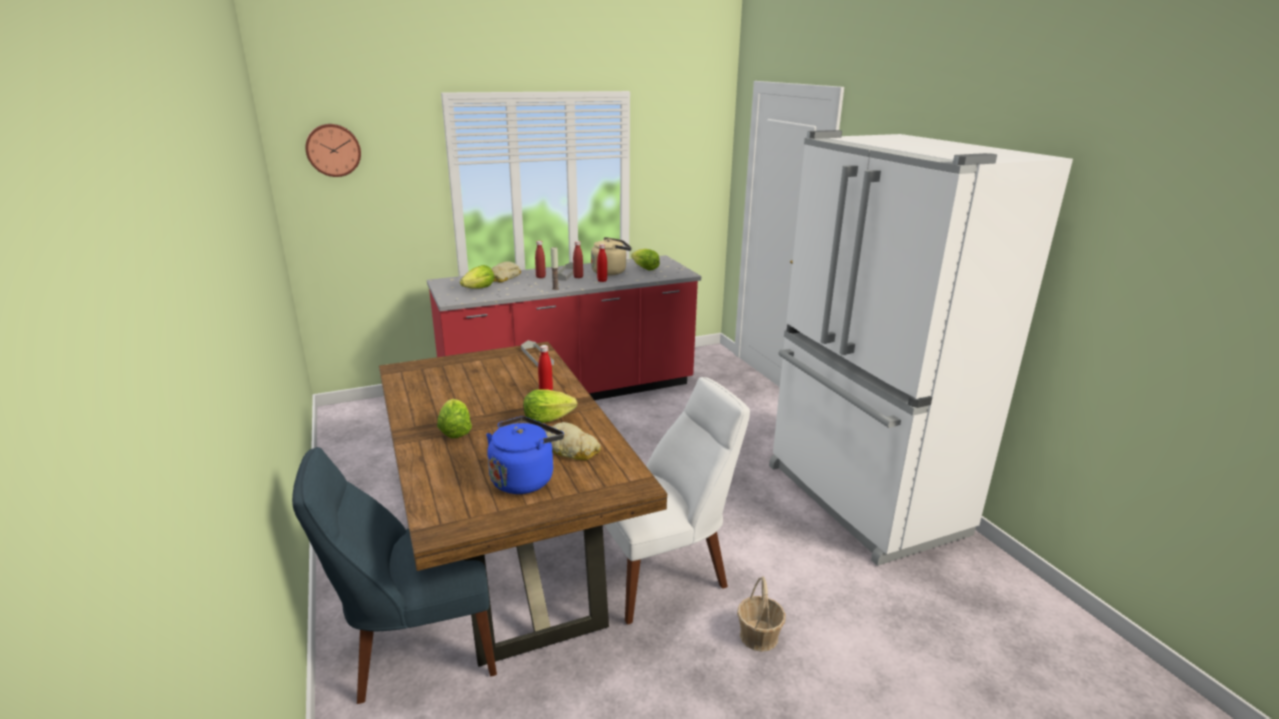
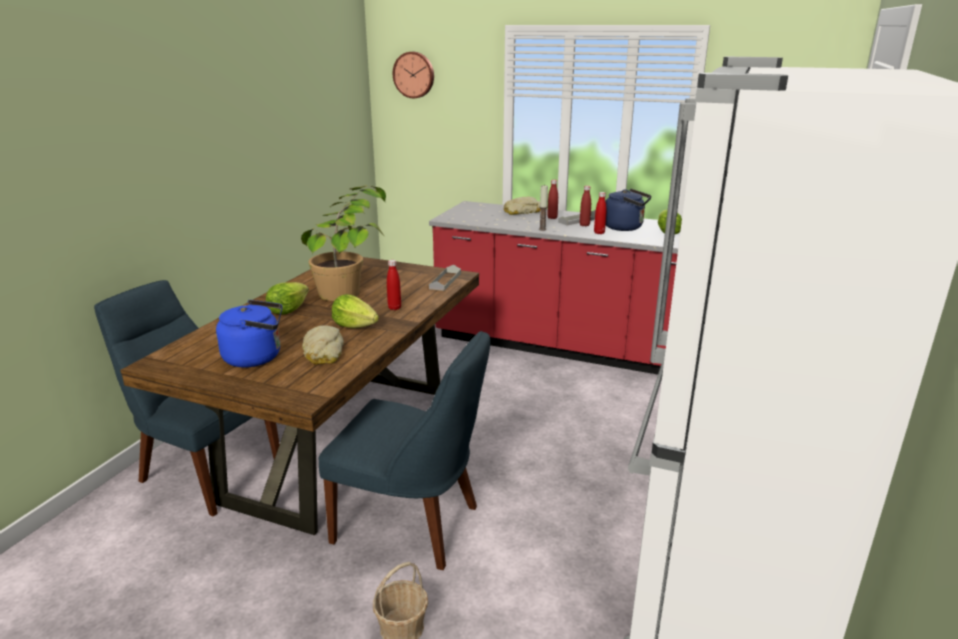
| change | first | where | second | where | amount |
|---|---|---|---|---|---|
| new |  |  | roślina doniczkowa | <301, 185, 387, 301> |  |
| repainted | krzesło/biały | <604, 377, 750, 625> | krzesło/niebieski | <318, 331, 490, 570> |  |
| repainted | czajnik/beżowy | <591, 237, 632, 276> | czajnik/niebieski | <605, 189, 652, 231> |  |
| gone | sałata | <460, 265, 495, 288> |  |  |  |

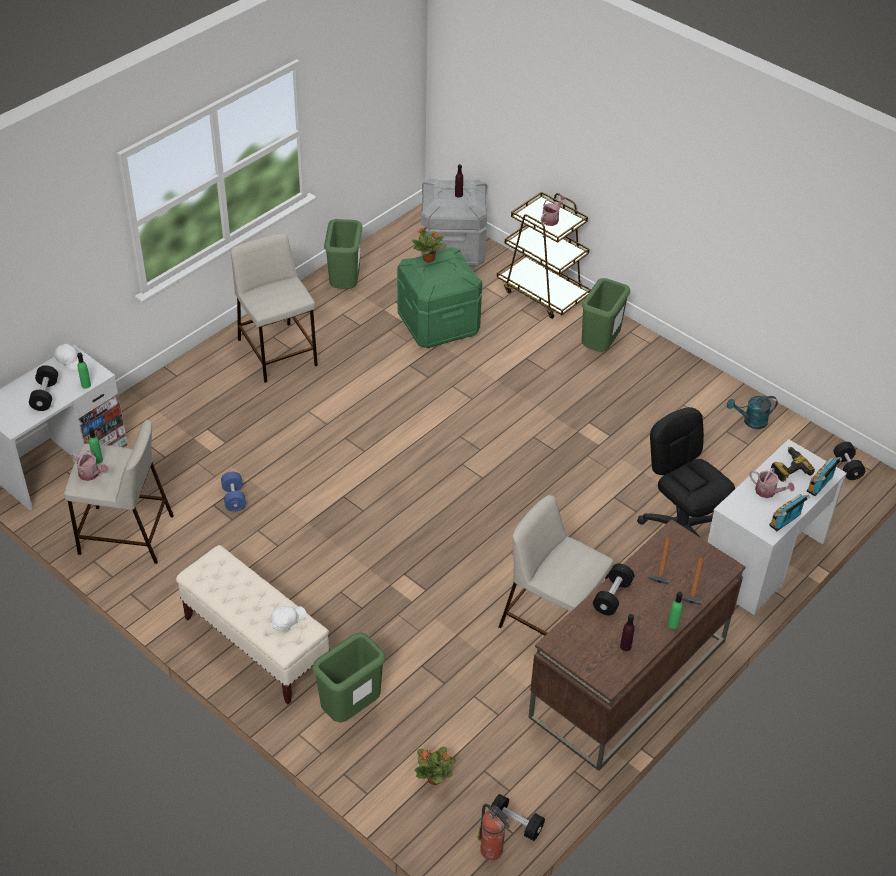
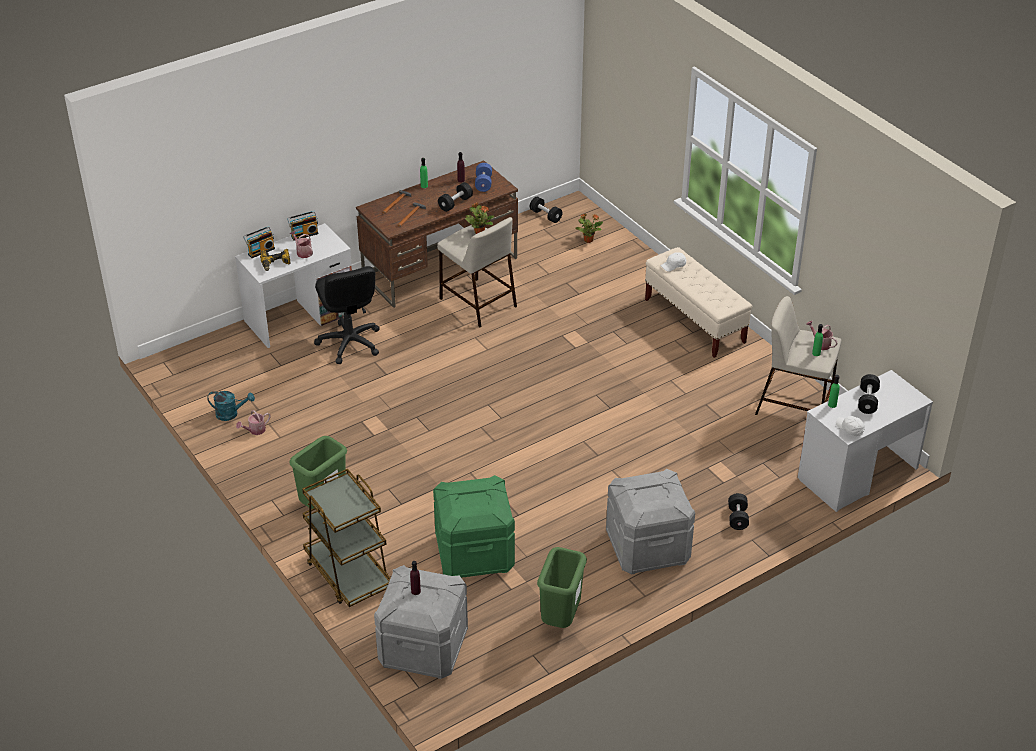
| change | first | where | second | where | amount |
|---|---|---|---|---|---|
| shifted | konewka | <541, 195, 566, 226> |  | <236, 410, 270, 435> |  |
| shifted | roślina doniczkowa | <412, 227, 446, 263> |  | <465, 202, 494, 234> |  |
| shifted | hantel/niebieski | <221, 472, 246, 512> |  | <475, 163, 492, 192> |  |
| swapped | stołek/beżowy | <231, 233, 318, 383> | pojemnik do przechowywania/szary | <606, 469, 695, 574> |  |
| shifted | hantel/czarny | <833, 442, 866, 480> |  | <728, 493, 749, 530> |  |
| gone | kosz na śmieci/zielony | <312, 633, 386, 723> |  |  |  |
| gone | gaśnica | <477, 804, 510, 860> |  |  |  |

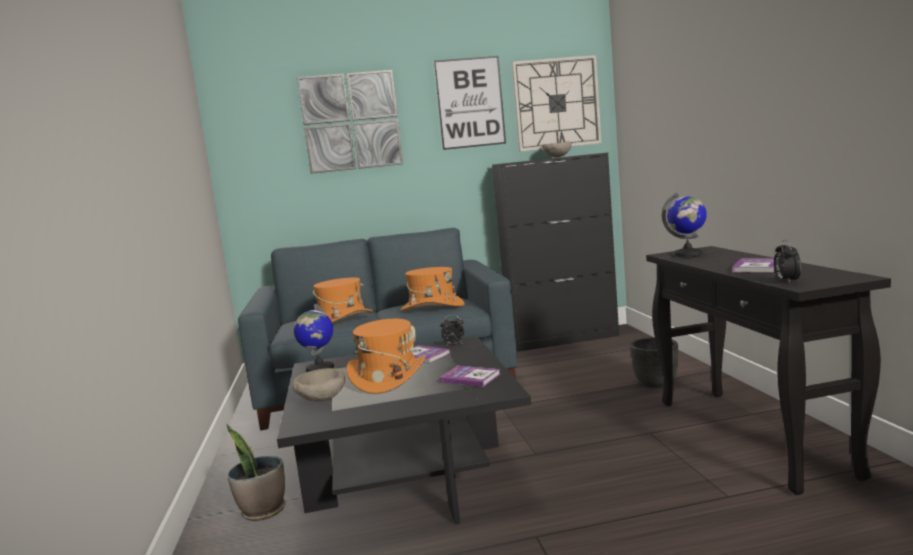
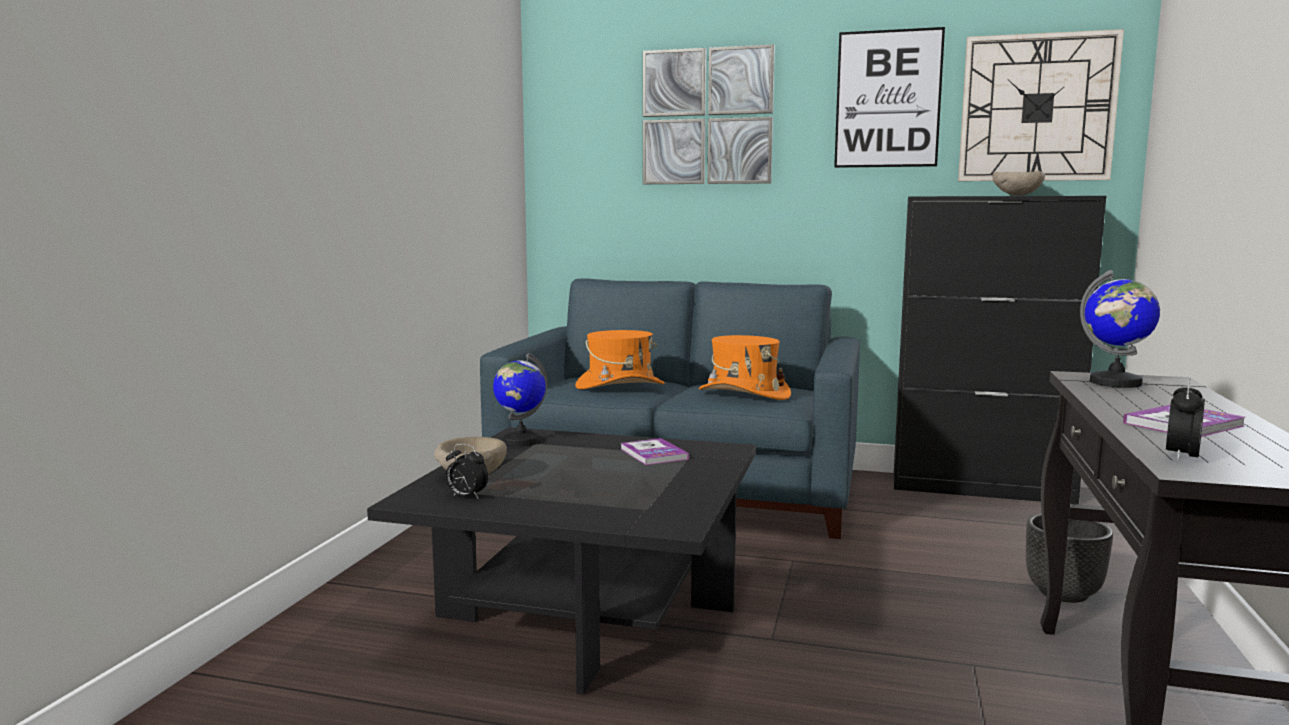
| change | first | where | second | where | amount |
|---|---|---|---|---|---|
| shifted | budzik | <440, 315, 464, 345> |  | <446, 444, 489, 499> |  |
| gone | roślina doniczkowa | <226, 423, 286, 521> |  |  |  |
| gone | kapelusz/pomarańczowy | <347, 319, 426, 394> |  |  |  |
| gone | książka | <439, 366, 500, 387> |  |  |  |

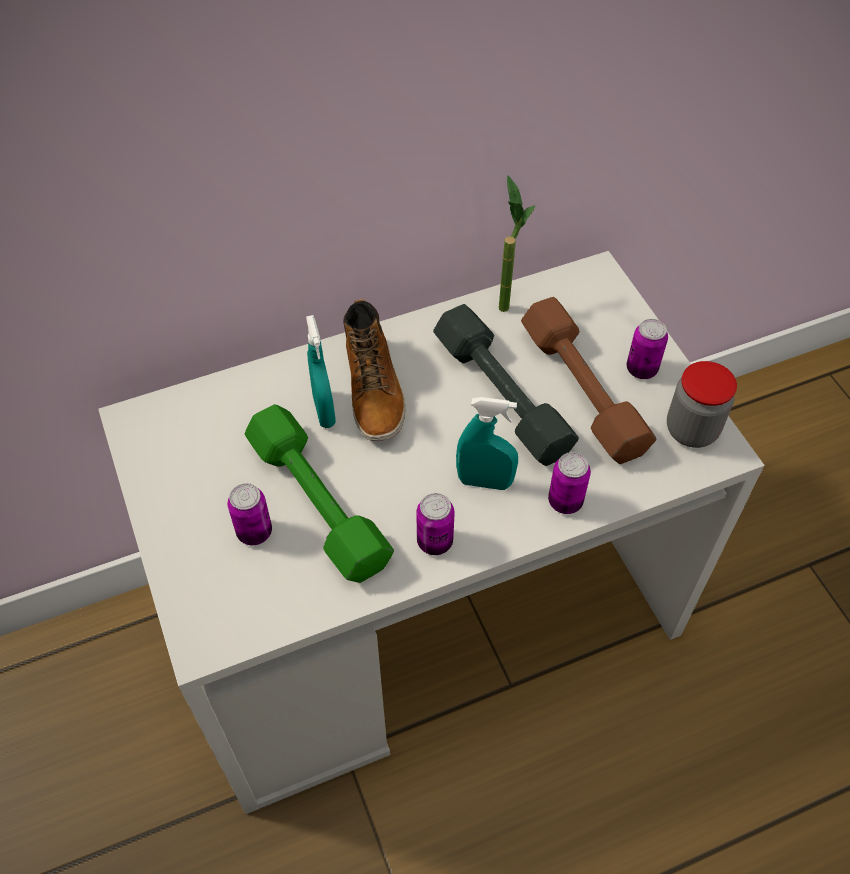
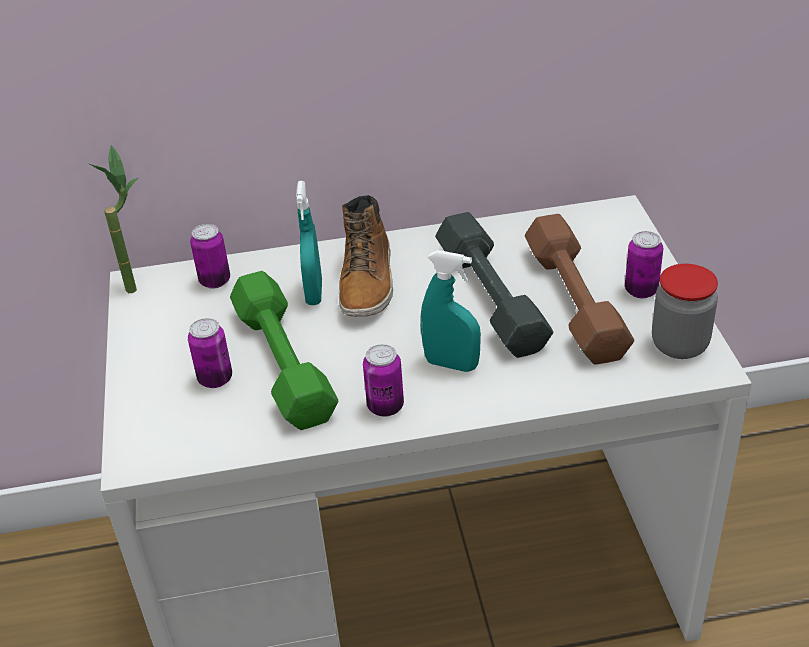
| change | first | where | second | where | amount |
|---|---|---|---|---|---|
| shifted | roślina doniczkowa | <499, 175, 536, 312> |  | <89, 145, 138, 293> |  |
| shifted | puszka | <548, 452, 591, 514> |  | <190, 224, 230, 289> |  |

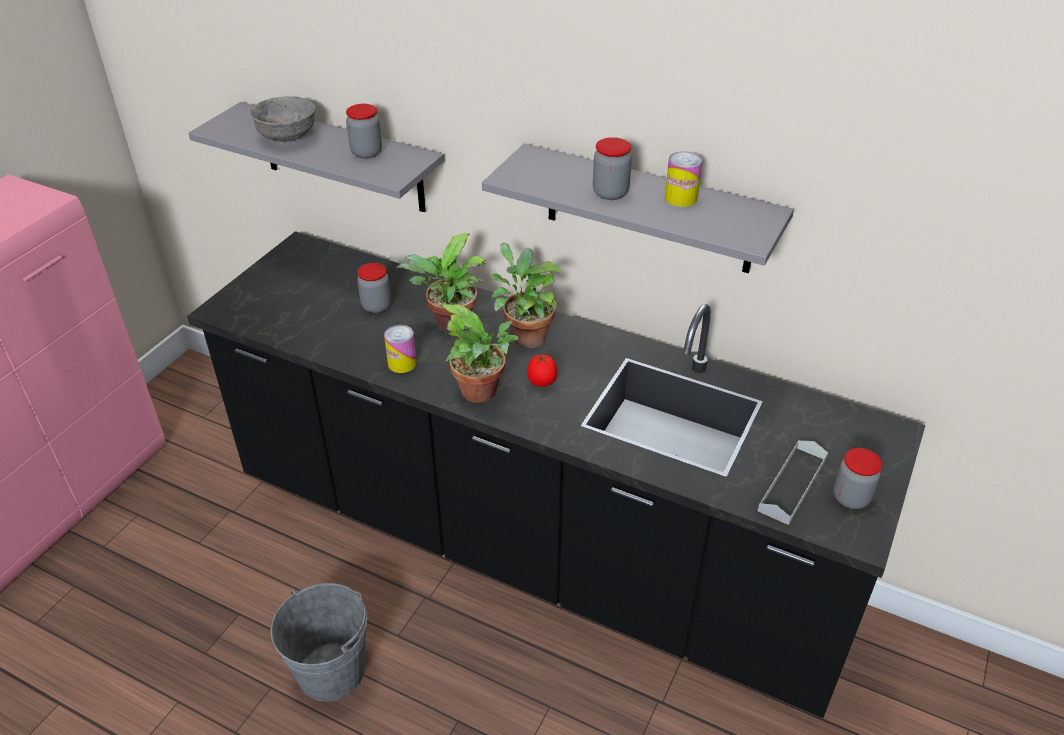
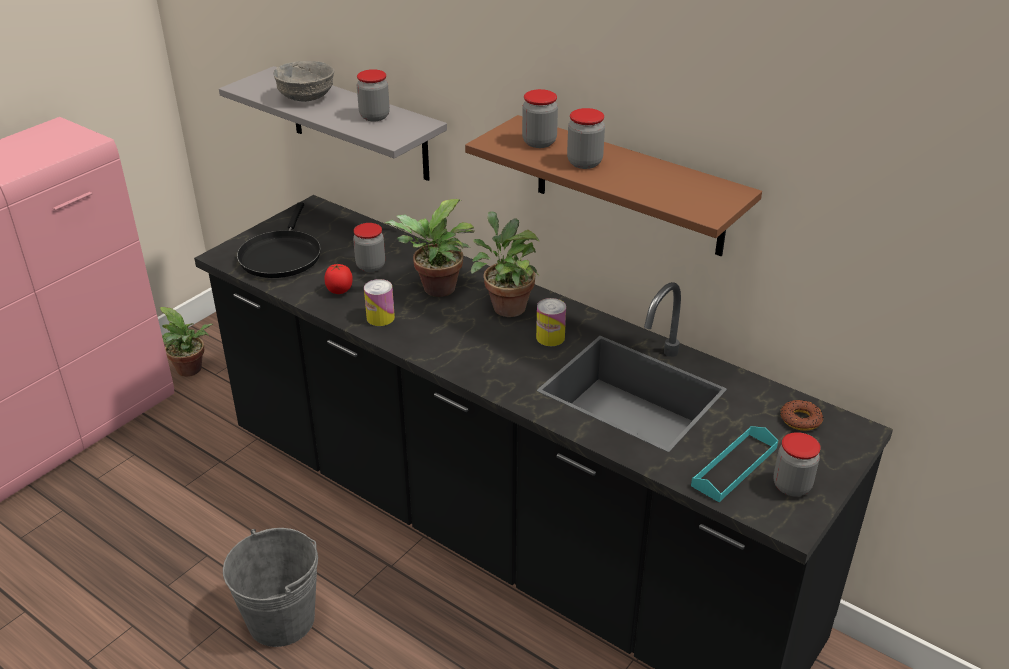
| change | first | where | second | where | amount |
|---|---|---|---|---|---|
| shifted | roślina doniczkowa | <441, 304, 519, 403> |  | <160, 307, 213, 377> |  |
| new |  |  | patelnia/czarny | <237, 203, 321, 278> |  |
| shifted | pomidor | <527, 354, 557, 387> |  | <324, 263, 353, 294> |  |
| repainted | półka/szary | <482, 143, 794, 273> | półka/brązowy | <465, 115, 762, 256> |  |
| new |  |  | słoik | <522, 89, 558, 148> |  |
| shifted | puszka | <665, 151, 702, 207> |  | <536, 298, 566, 346> |  |
| repainted | taca/szary | <758, 440, 828, 525> | taca/turkusowy | <691, 426, 778, 502> |  |
| new |  |  | donut | <780, 400, 823, 431> |  |

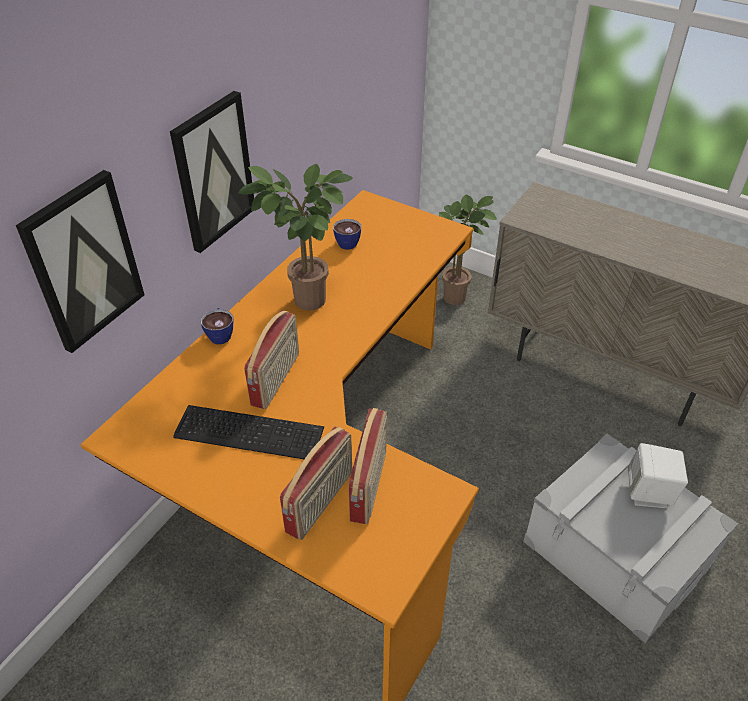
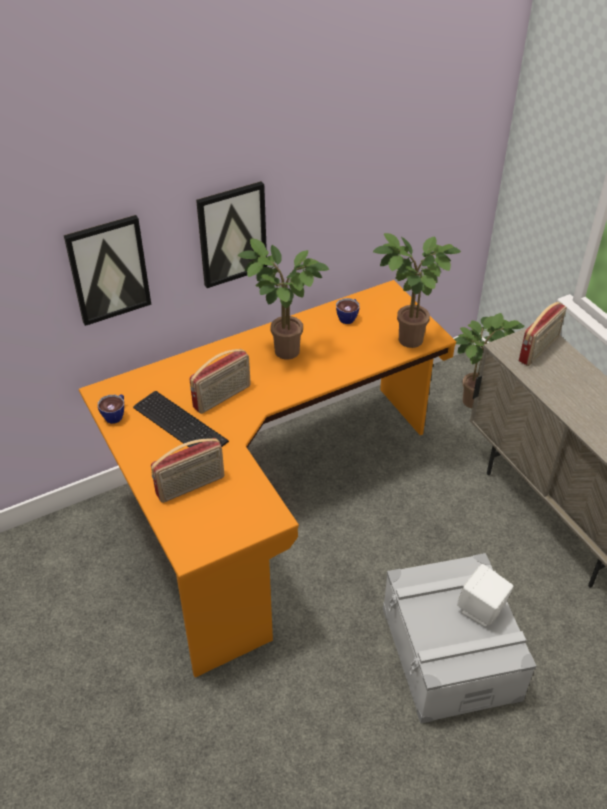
| change | first | where | second | where | amount |
|---|---|---|---|---|---|
| shifted | filiżanka | <201, 308, 233, 344> |  | <98, 394, 124, 424> |  |
| new |  |  | roślina doniczkowa | <373, 233, 461, 348> |  |
| shifted | radio | <348, 408, 387, 524> |  | <519, 302, 567, 366> |  |

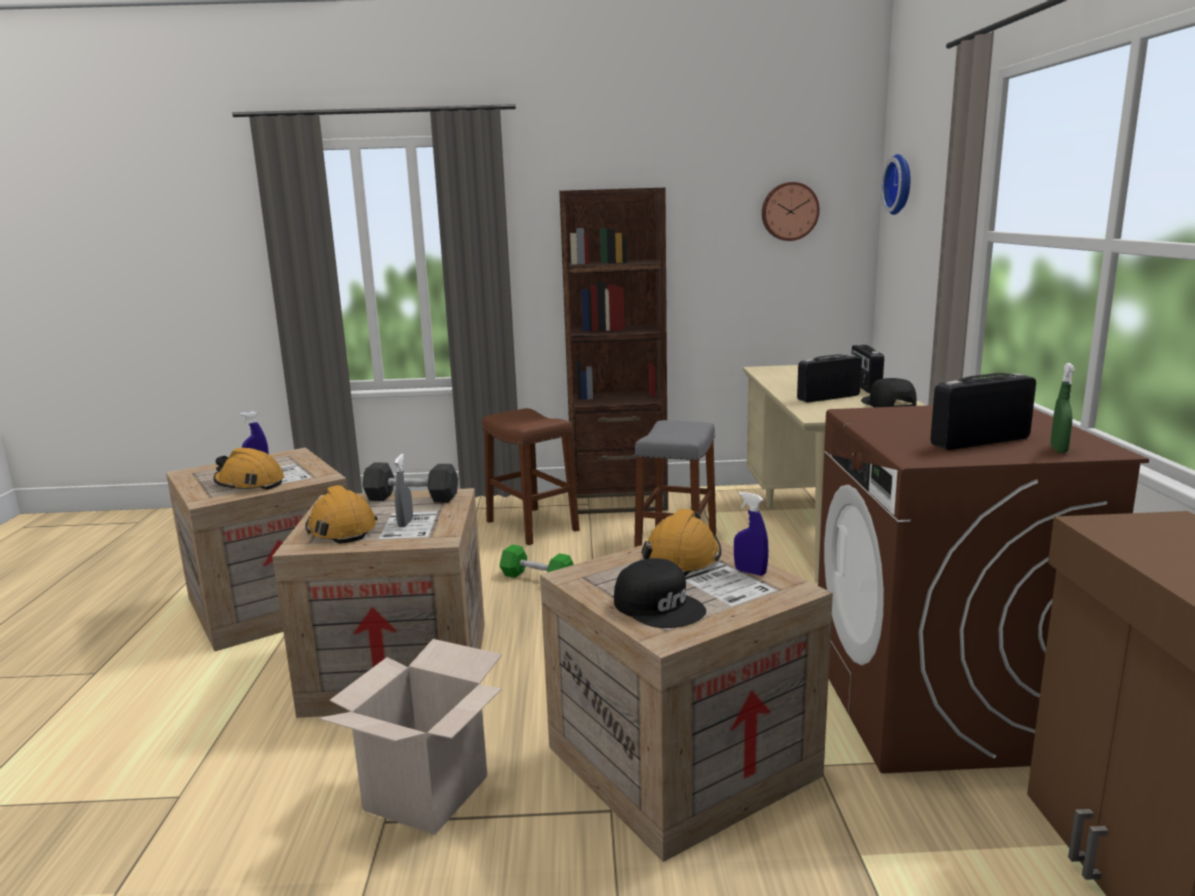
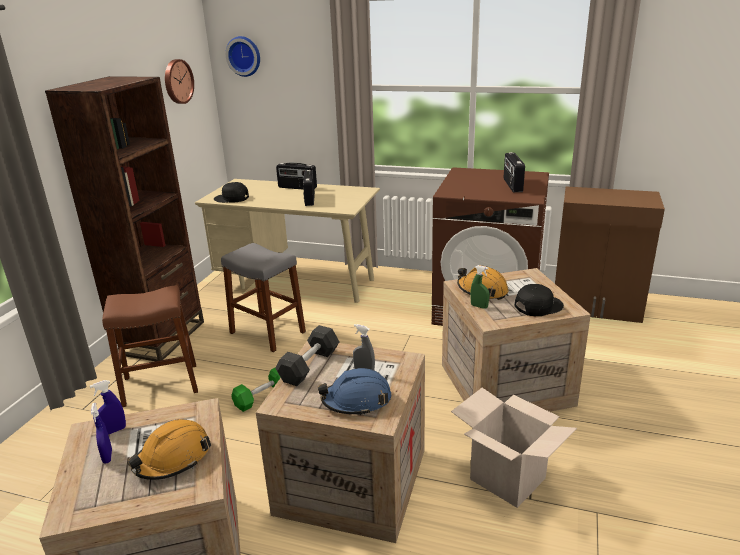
| change | first | where | second | where | amount |
|---|---|---|---|---|---|
| shifted | spryskiwacz/niebieski | <734, 492, 769, 576> |  | <90, 380, 126, 435> |  |
| shifted | czapka z daszkiem/czarny | <861, 378, 917, 407> |  | <214, 182, 249, 203> |  |
| repainted | kask/pomarańczowy | <306, 485, 378, 544> | kask/niebieski | <318, 368, 391, 416> |  |
| shifted | spryskiwacz/zielony | <1050, 363, 1075, 453> |  | <470, 265, 489, 309> |  |

